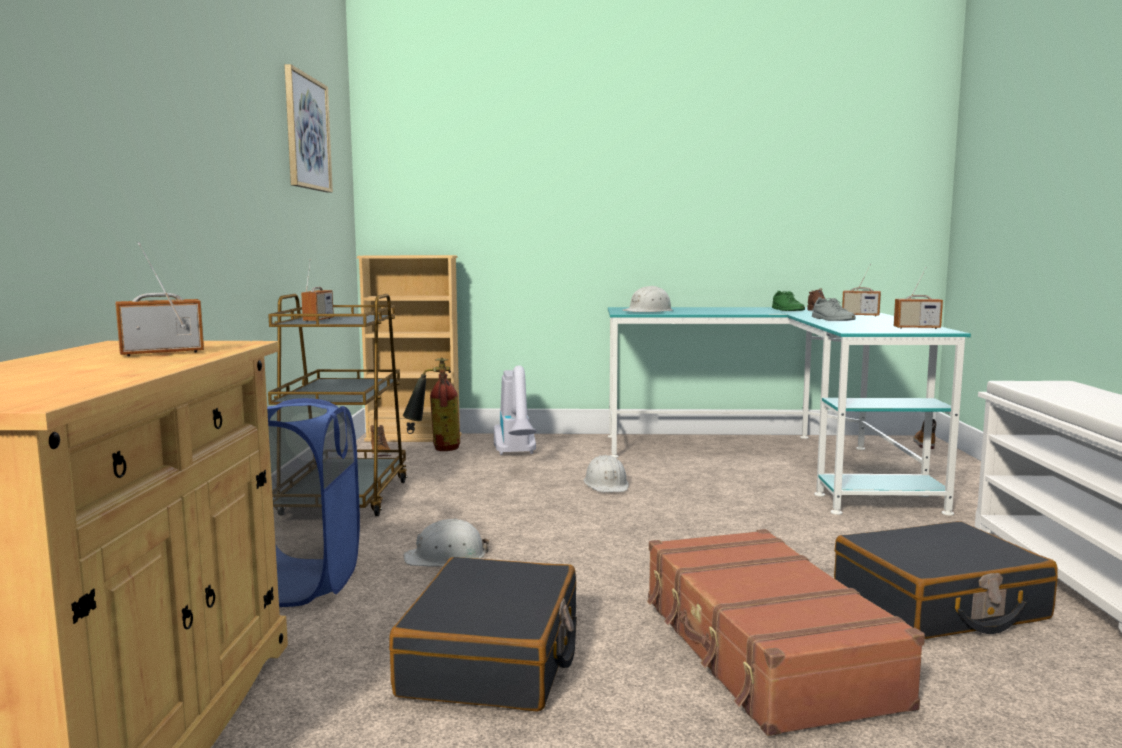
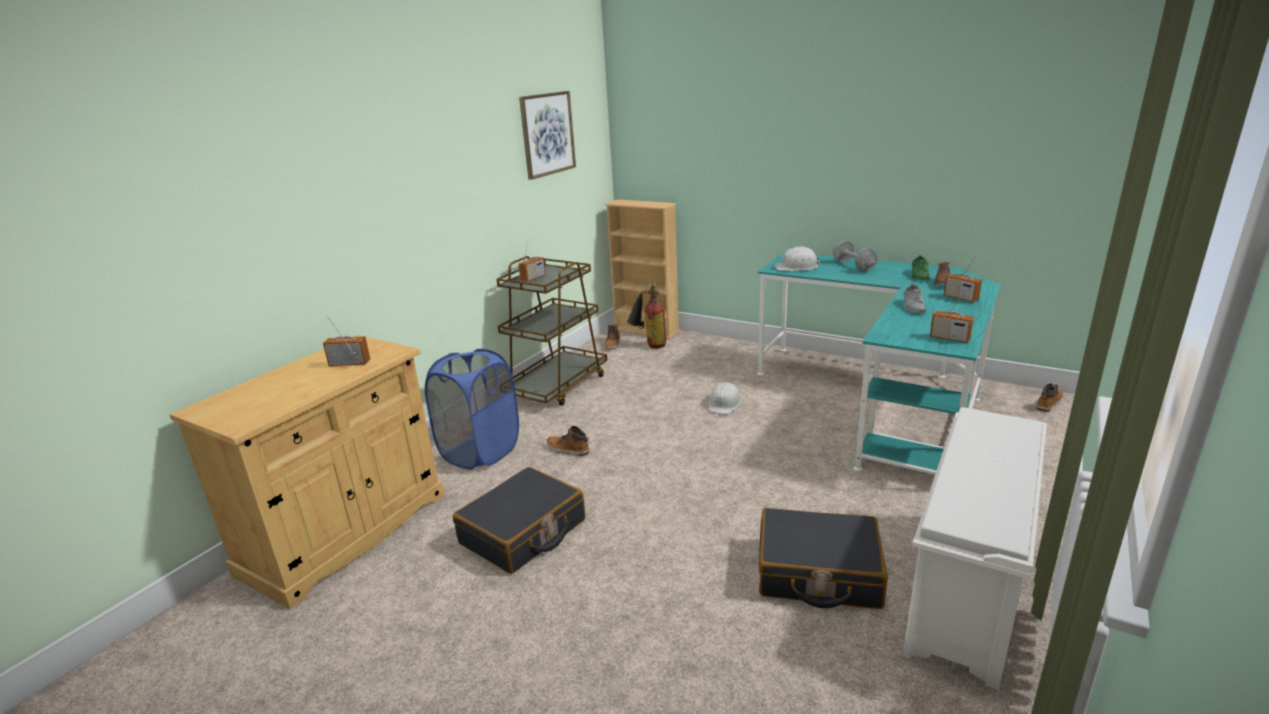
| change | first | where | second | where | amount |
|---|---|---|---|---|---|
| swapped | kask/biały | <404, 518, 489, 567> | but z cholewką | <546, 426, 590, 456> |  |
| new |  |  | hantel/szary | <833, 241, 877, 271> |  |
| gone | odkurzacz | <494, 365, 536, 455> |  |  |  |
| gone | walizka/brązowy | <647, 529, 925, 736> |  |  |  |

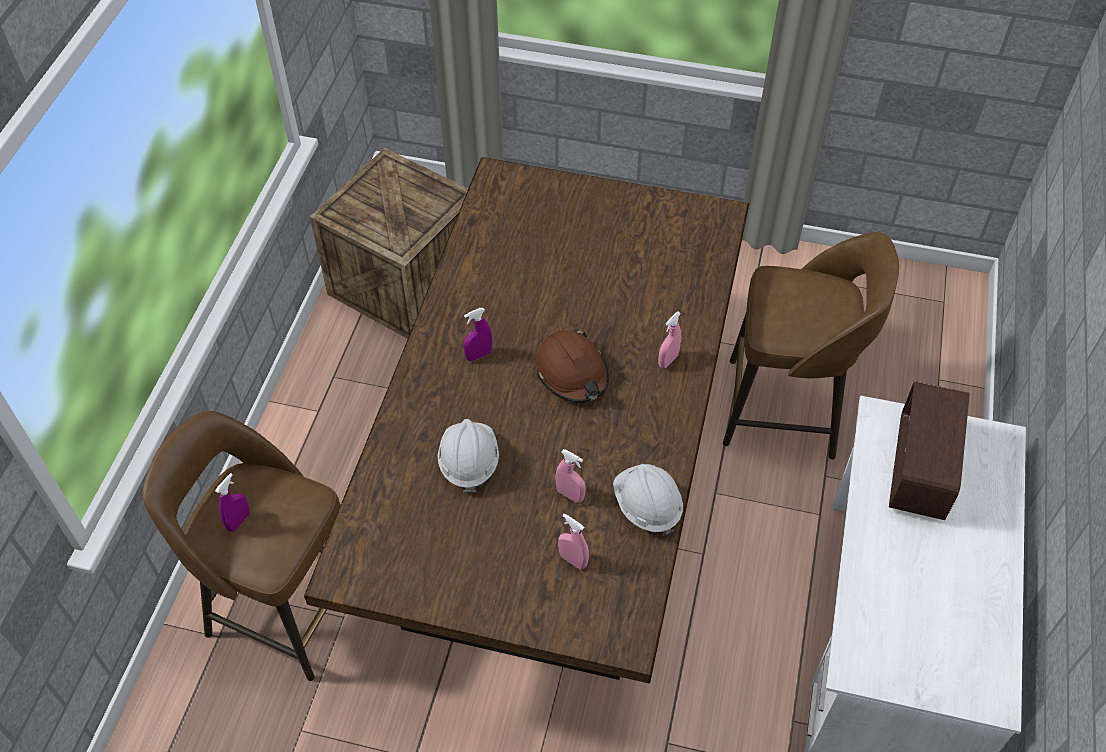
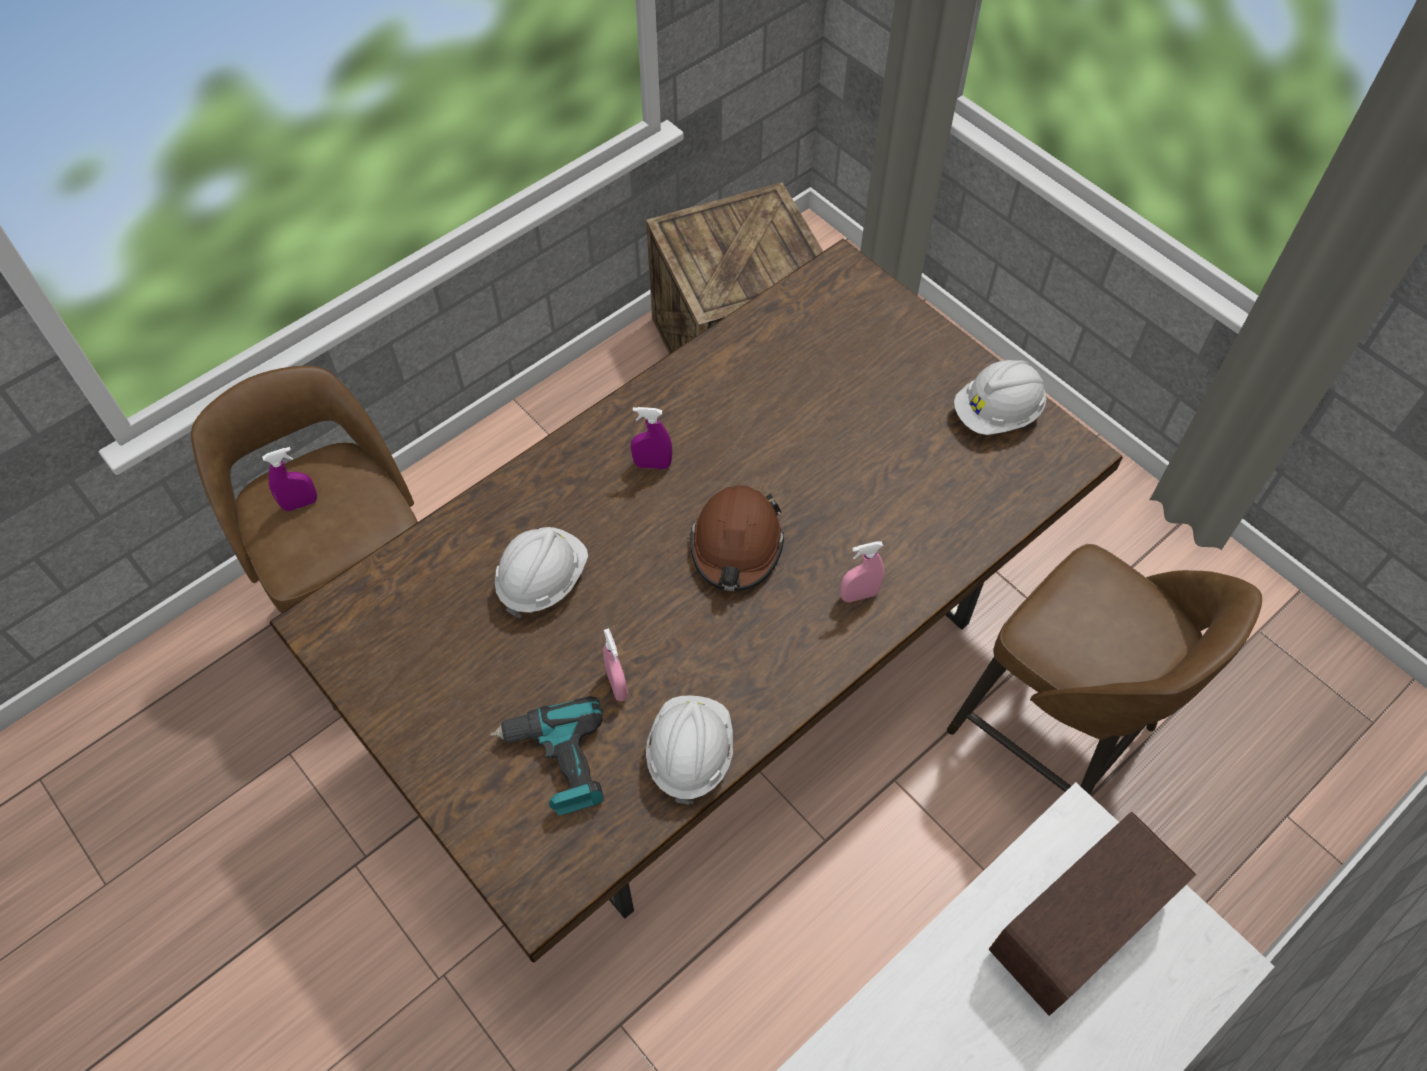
| change | first | where | second | where | amount |
|---|---|---|---|---|---|
| swapped | spryskiwacz/różowy | <558, 513, 589, 570> | wiertarka | <490, 696, 604, 816> |  |
| new |  |  | kask/biały | <954, 360, 1047, 435> |  |

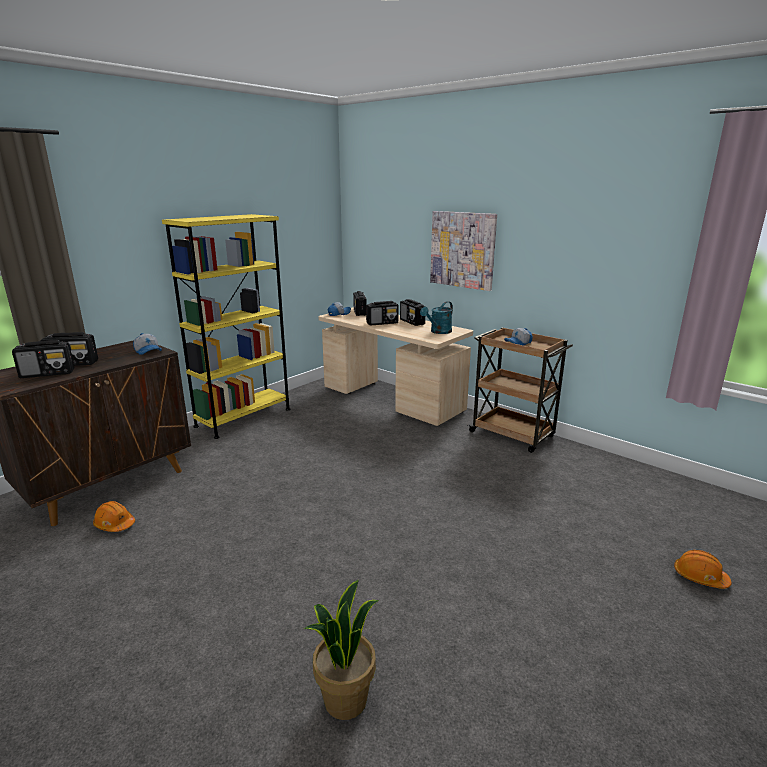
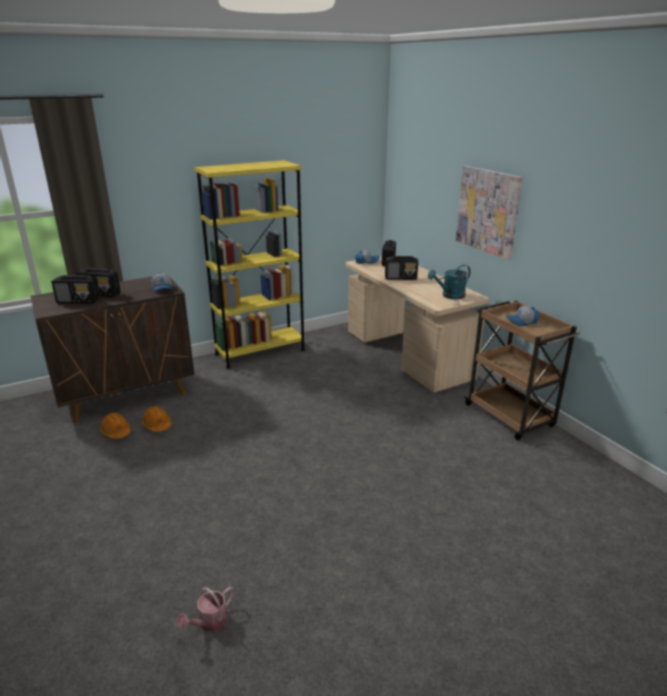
| change | first | where | second | where | amount |
|---|---|---|---|---|---|
| shifted | kask/pomarańczowy | <674, 550, 731, 589> |  | <142, 406, 171, 432> |  |
| swapped | roślina doniczkowa | <304, 580, 379, 720> | konewka | <177, 587, 234, 632> |  |
| gone | radio | <400, 299, 425, 326> |  |  |  |

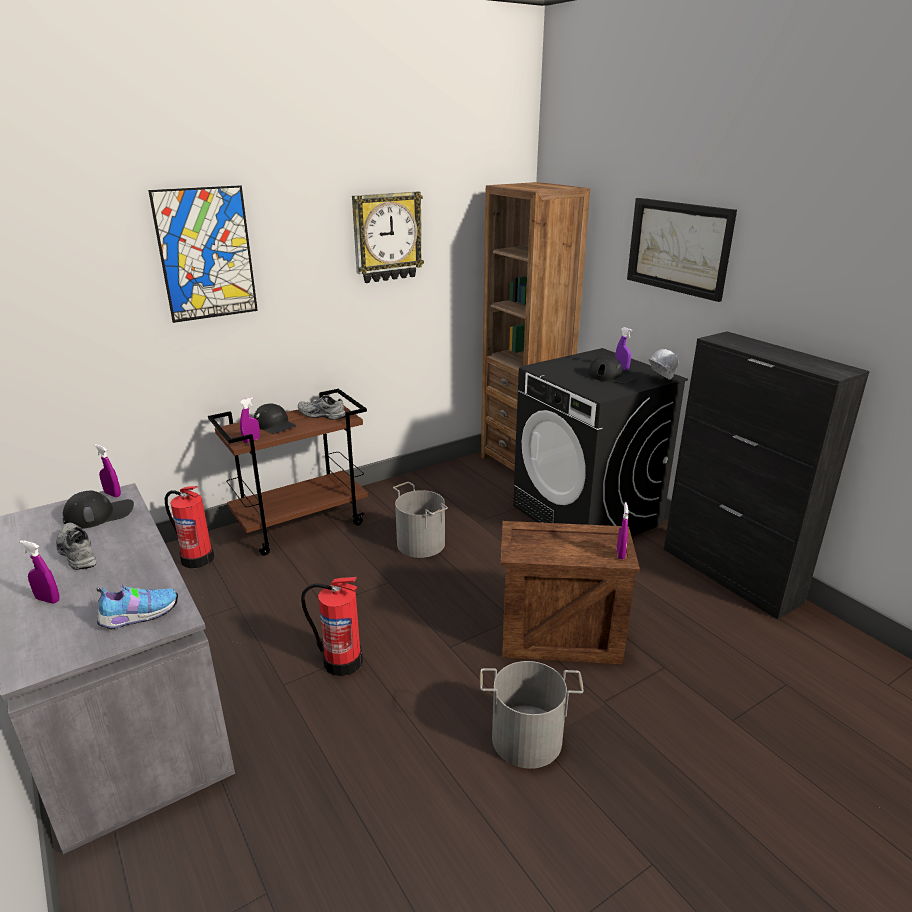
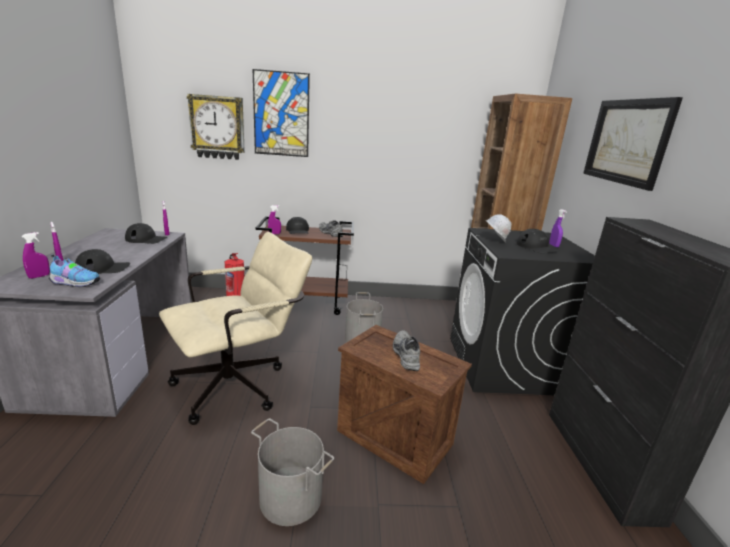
| change | first | where | second | where | amount |
|---|---|---|---|---|---|
| shifted | spryskiwacz/fioletowy | <617, 502, 629, 559> |  | <21, 232, 50, 279> |  |
| new |  |  | czapka z daszkiem/czarny | <75, 249, 130, 274> |  |
| swapped | gaśnica | <301, 577, 363, 676> | krzesło biurowe/beżowy | <159, 232, 312, 425> |  |
| shifted | zegar ścienny | <352, 192, 424, 283> |  | <187, 94, 245, 160> |  |
| shifted | but/szary | <56, 523, 96, 570> |  | <393, 330, 420, 371> |  |
| shifted | kask/biały | <648, 349, 678, 380> |  | <486, 214, 512, 242> |  |

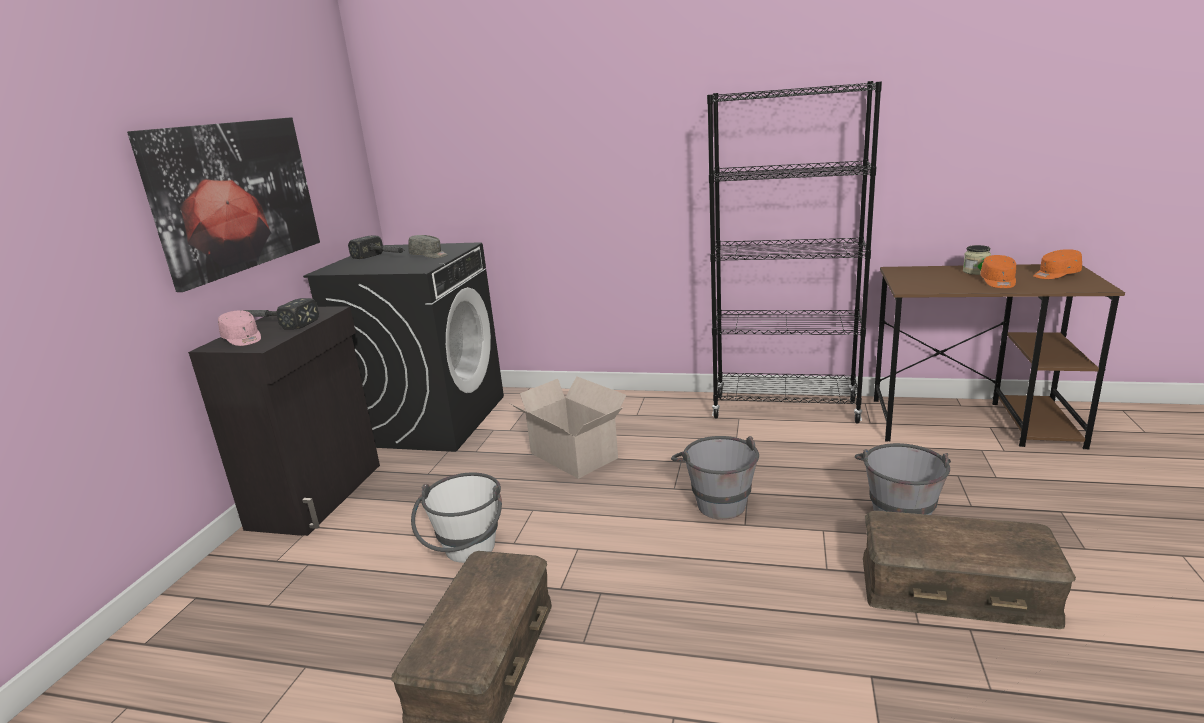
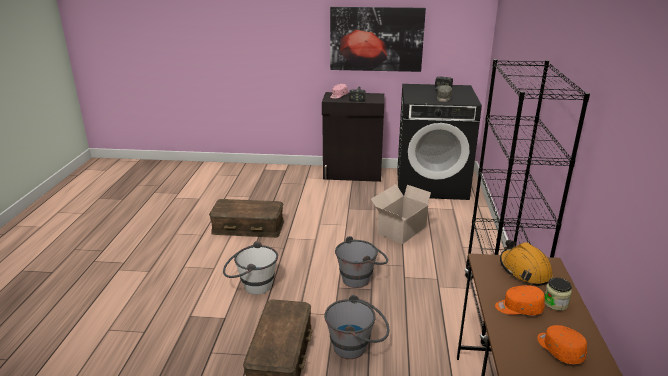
| change | first | where | second | where | amount |
|---|---|---|---|---|---|
| shifted | wiadro/biały | <411, 472, 502, 563> |  | <223, 241, 278, 295> |  |
| new |  |  | kask/pomarańczowy | <500, 240, 553, 286> |  |

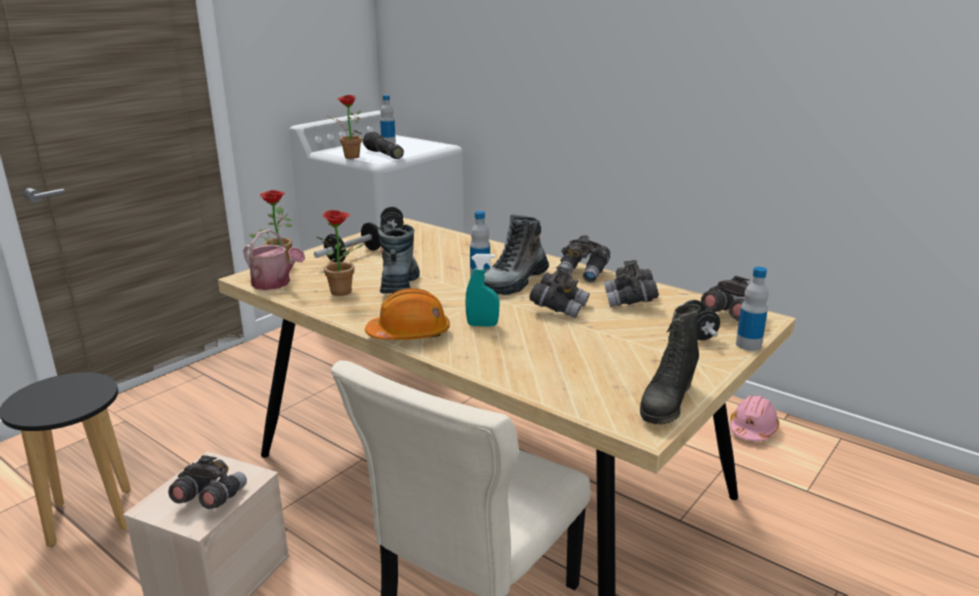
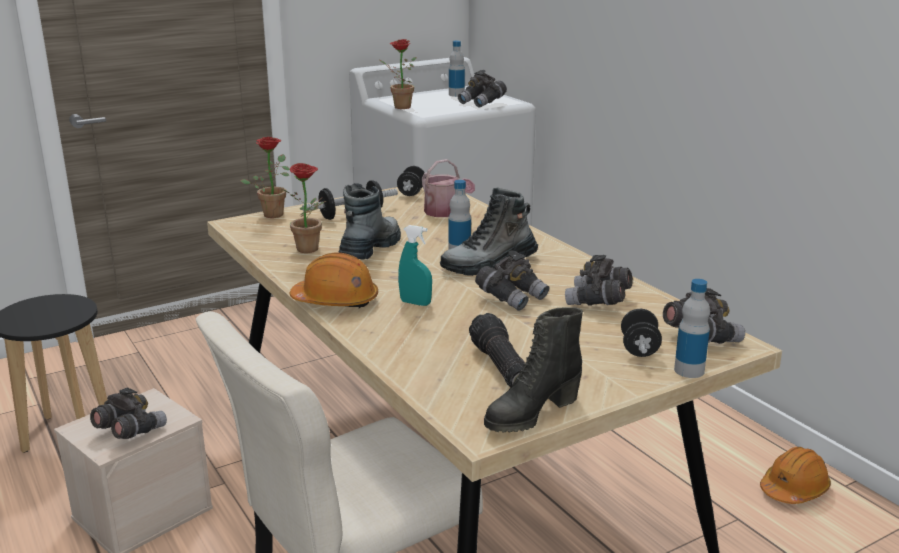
| change | first | where | second | where | amount |
|---|---|---|---|---|---|
| shifted | konewka | <243, 229, 305, 290> |  | <422, 159, 475, 217> |  |
| shifted | lornetka/szary | <559, 235, 610, 282> |  | <458, 70, 507, 108> |  |
| shifted | latarka | <363, 132, 404, 159> |  | <469, 313, 525, 387> |  |
| repainted | kask/różowy | <730, 395, 779, 441> | kask/pomarańczowy | <760, 447, 831, 504> |  |

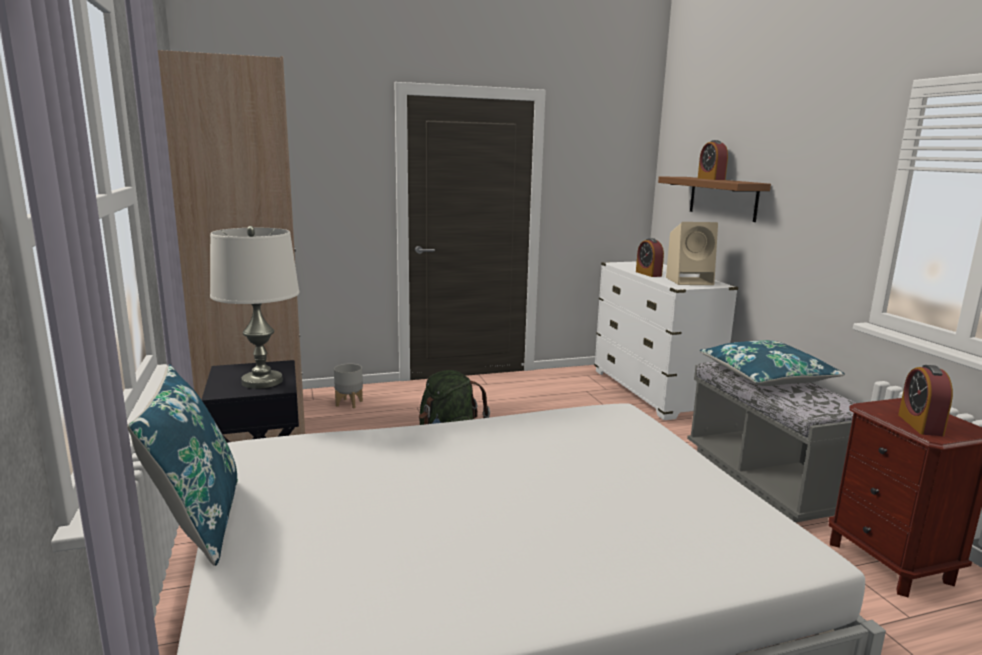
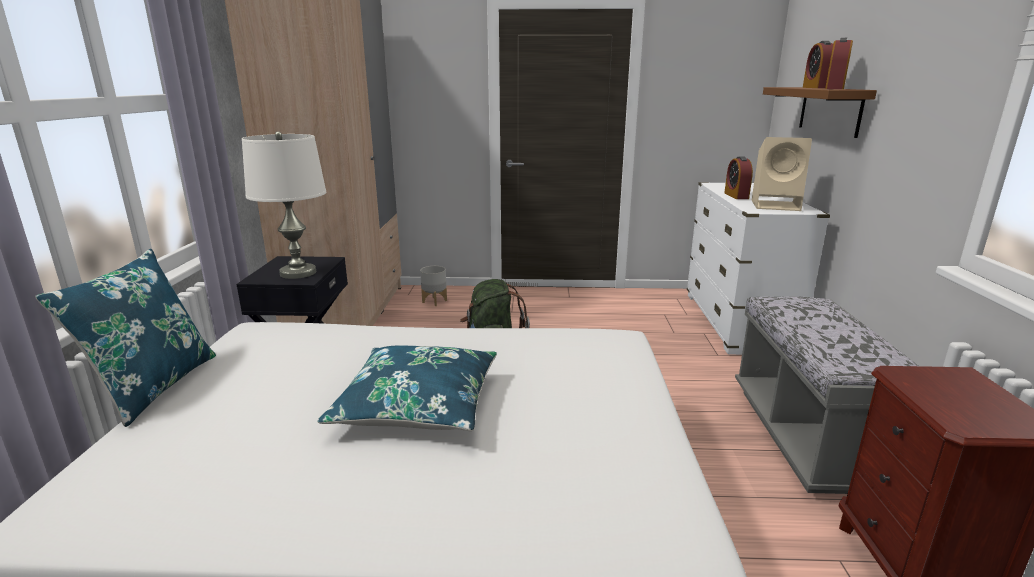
| change | first | where | second | where | amount |
|---|---|---|---|---|---|
| shifted | poduszka/niebieski | <700, 340, 845, 386> |  | <317, 346, 497, 431> |  |
| shifted | budzik | <898, 365, 953, 436> |  | <825, 38, 853, 89> |  |

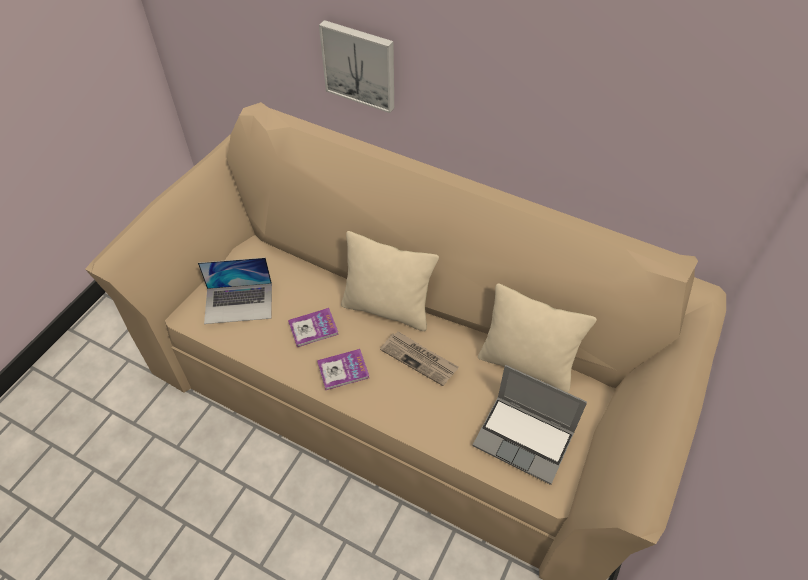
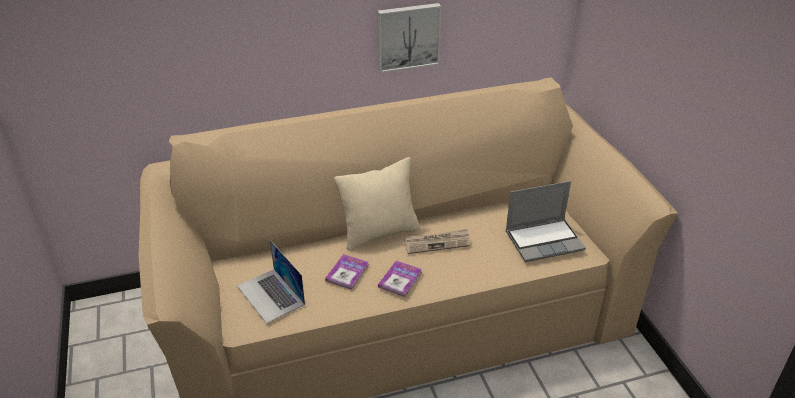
| change | first | where | second | where | amount |
|---|---|---|---|---|---|
| rotated | laptop | <198, 257, 272, 324> |  | <237, 240, 305, 324> | 105 degrees clockwise |
| shifted | obraz | <319, 20, 394, 113> |  | <377, 3, 441, 73> |  |
| gone | poduszka/beżowy | <478, 283, 597, 392> |  |  |  |

